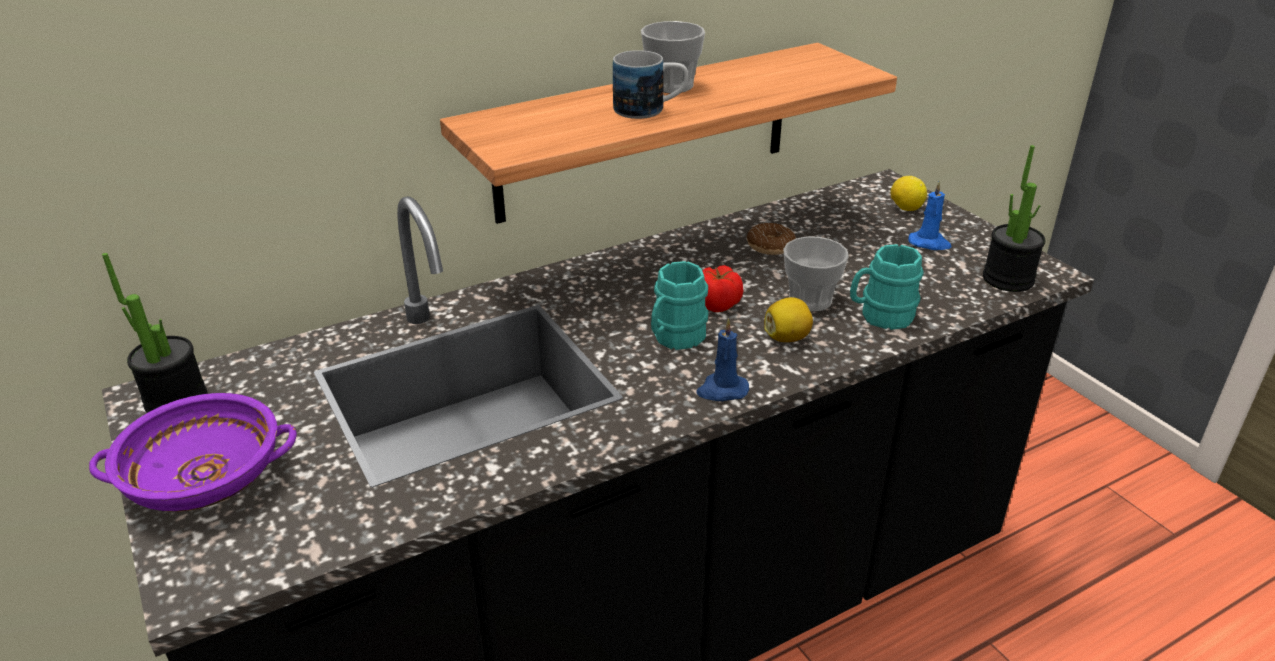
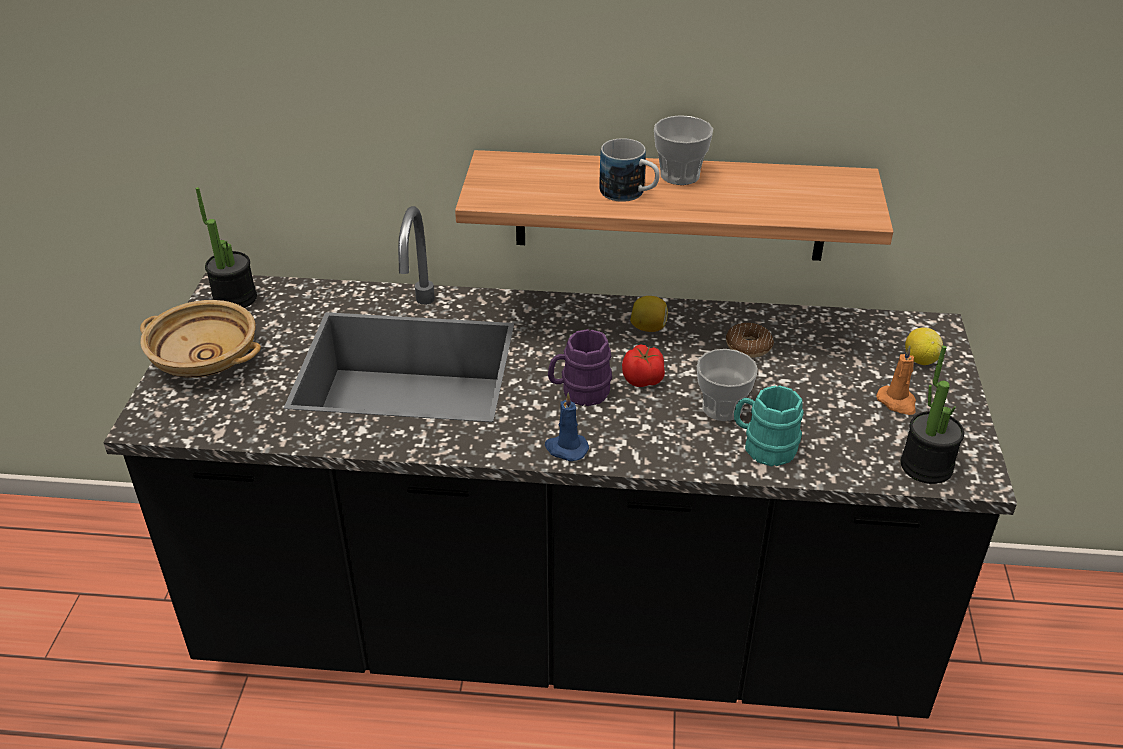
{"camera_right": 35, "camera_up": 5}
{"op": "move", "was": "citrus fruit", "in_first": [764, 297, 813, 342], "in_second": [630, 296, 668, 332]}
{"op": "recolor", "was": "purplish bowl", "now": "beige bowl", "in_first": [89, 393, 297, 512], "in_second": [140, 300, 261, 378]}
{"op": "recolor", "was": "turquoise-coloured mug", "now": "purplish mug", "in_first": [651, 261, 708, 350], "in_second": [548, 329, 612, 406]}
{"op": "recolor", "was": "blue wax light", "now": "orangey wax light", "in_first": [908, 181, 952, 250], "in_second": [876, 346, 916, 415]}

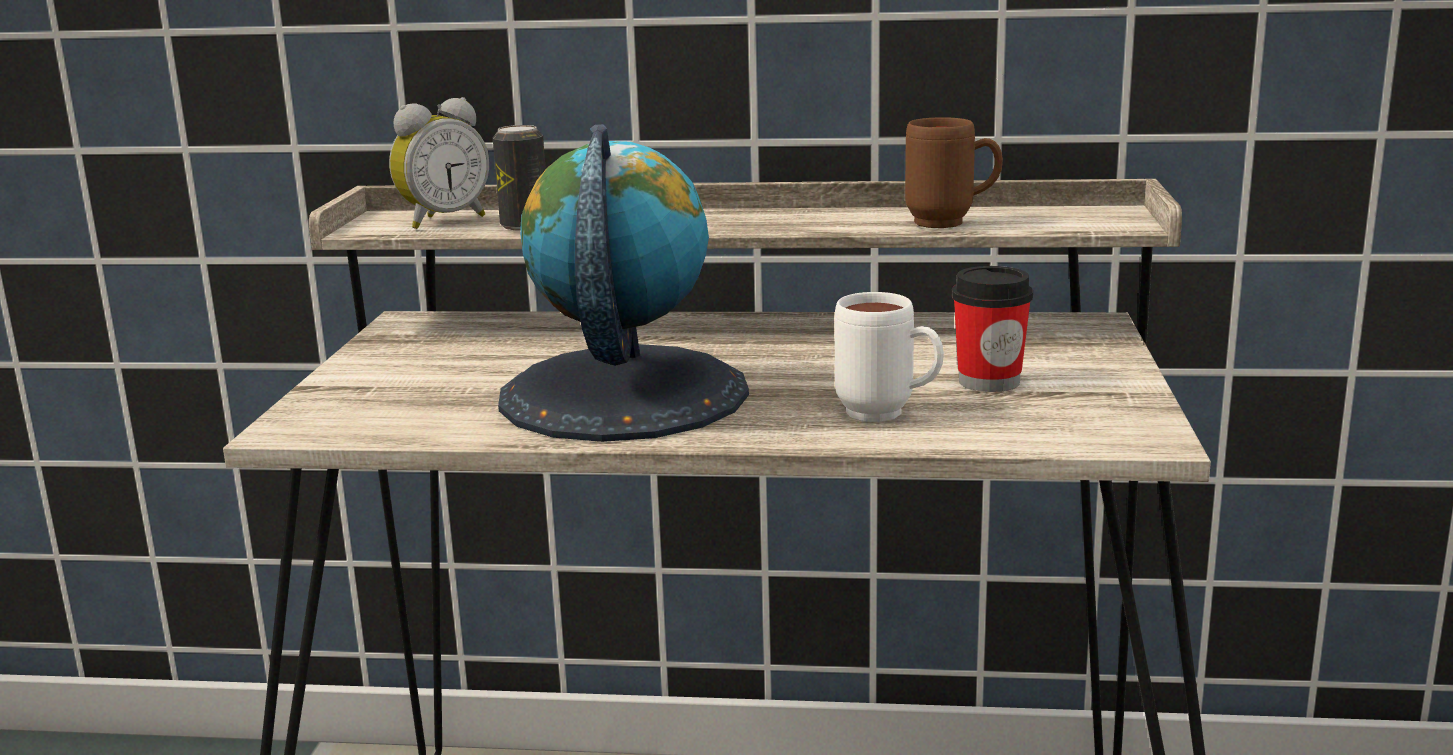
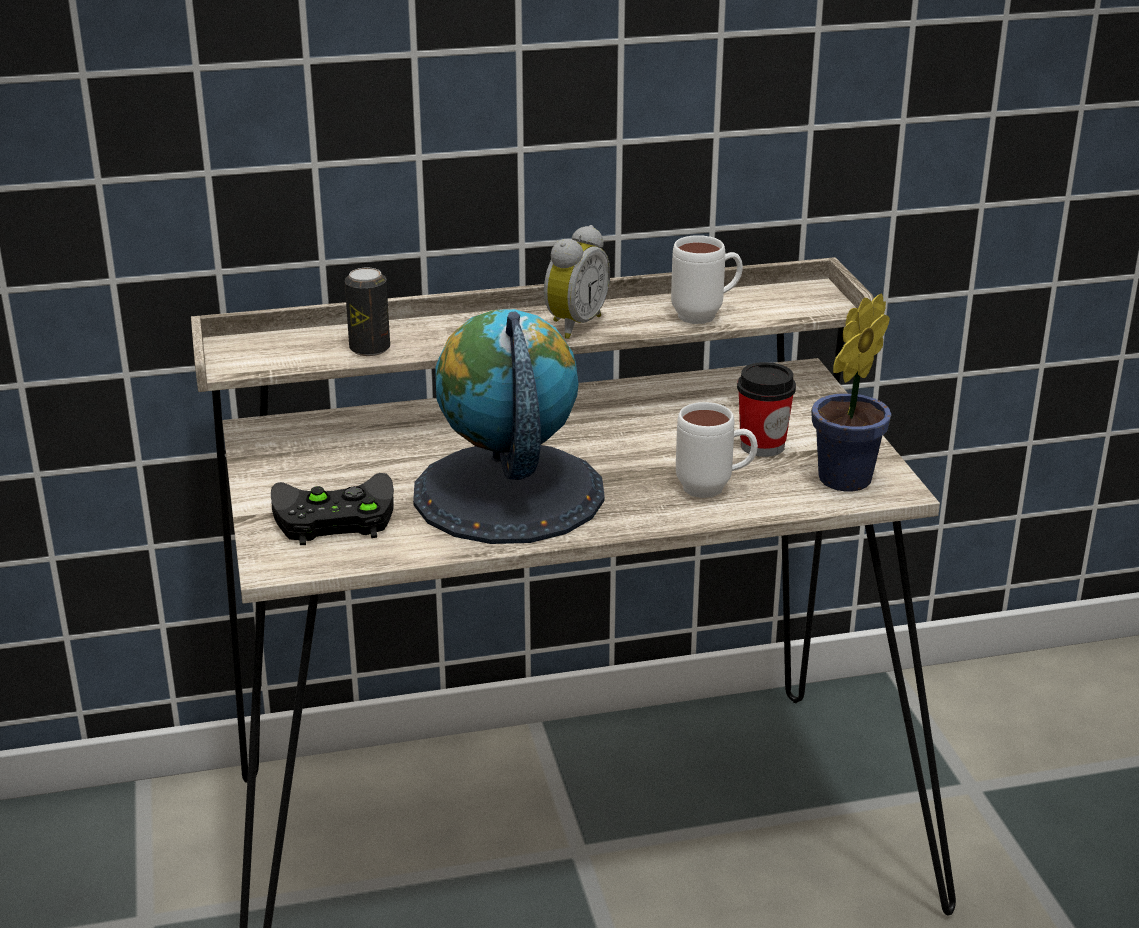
{"camera_right": -20, "camera_up": 10}
{"op": "insert", "now": "black gamepad", "in_second": [271, 473, 394, 545]}
{"op": "insert", "now": "plant in a pot", "in_second": [811, 293, 891, 491]}
{"op": "move", "was": "table clock", "in_first": [389, 97, 489, 229], "in_second": [544, 225, 610, 339]}
{"op": "recolor", "was": "brownish mug", "now": "white mug", "in_first": [905, 117, 1003, 228], "in_second": [671, 235, 743, 324]}

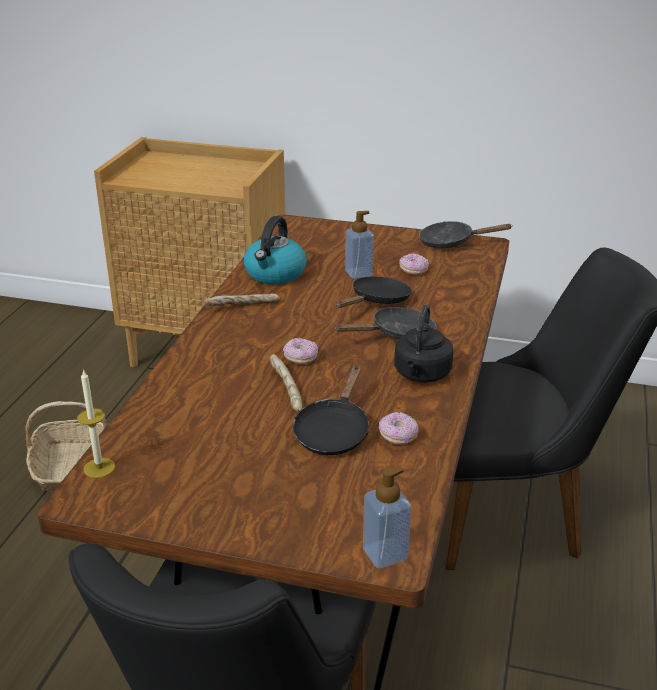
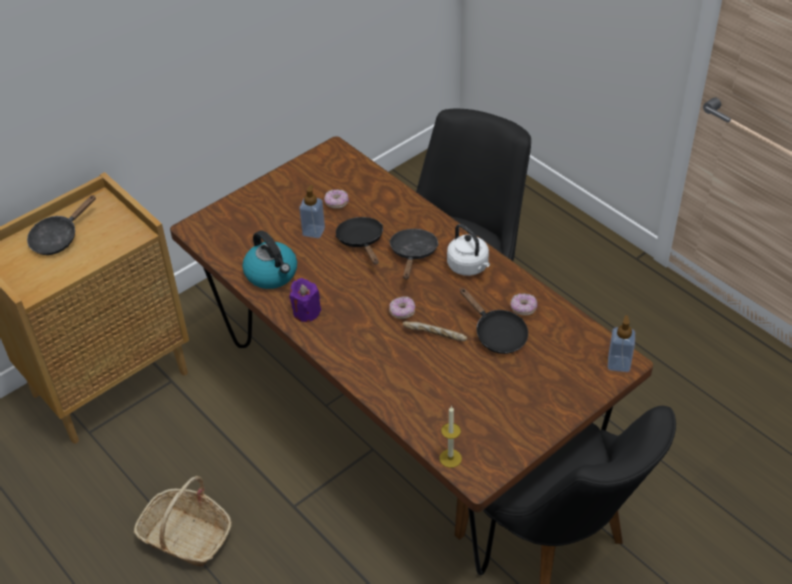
{"camera_right": -55, "camera_up": 15}
{"op": "move", "was": "black pan", "in_first": [419, 221, 511, 249], "in_second": [27, 195, 96, 255]}
{"op": "replace", "was": "baked bread", "now": "purplish wax light", "in_first": [204, 294, 280, 306], "in_second": [289, 278, 321, 322]}
{"op": "recolor", "was": "black water kettle", "now": "white water kettle", "in_first": [394, 305, 453, 383], "in_second": [447, 224, 490, 276]}

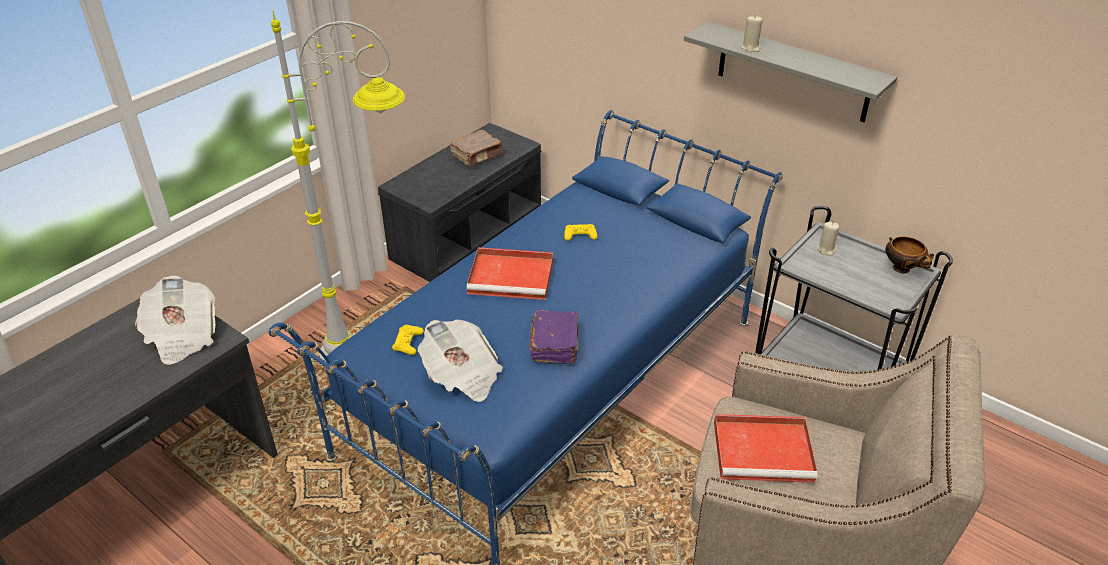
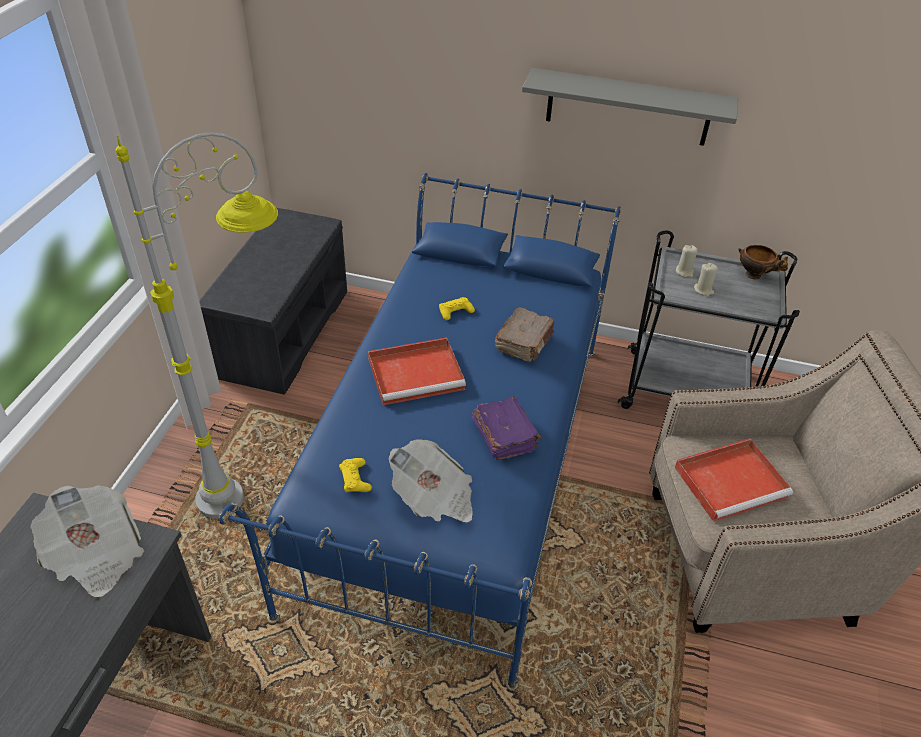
{"camera_right": -25, "camera_up": 5}
{"op": "move", "was": "brownish bound book", "in_first": [450, 130, 503, 166], "in_second": [495, 307, 554, 362]}
{"op": "move", "was": "beige wax light", "in_first": [741, 15, 763, 52], "in_second": [694, 263, 718, 296]}

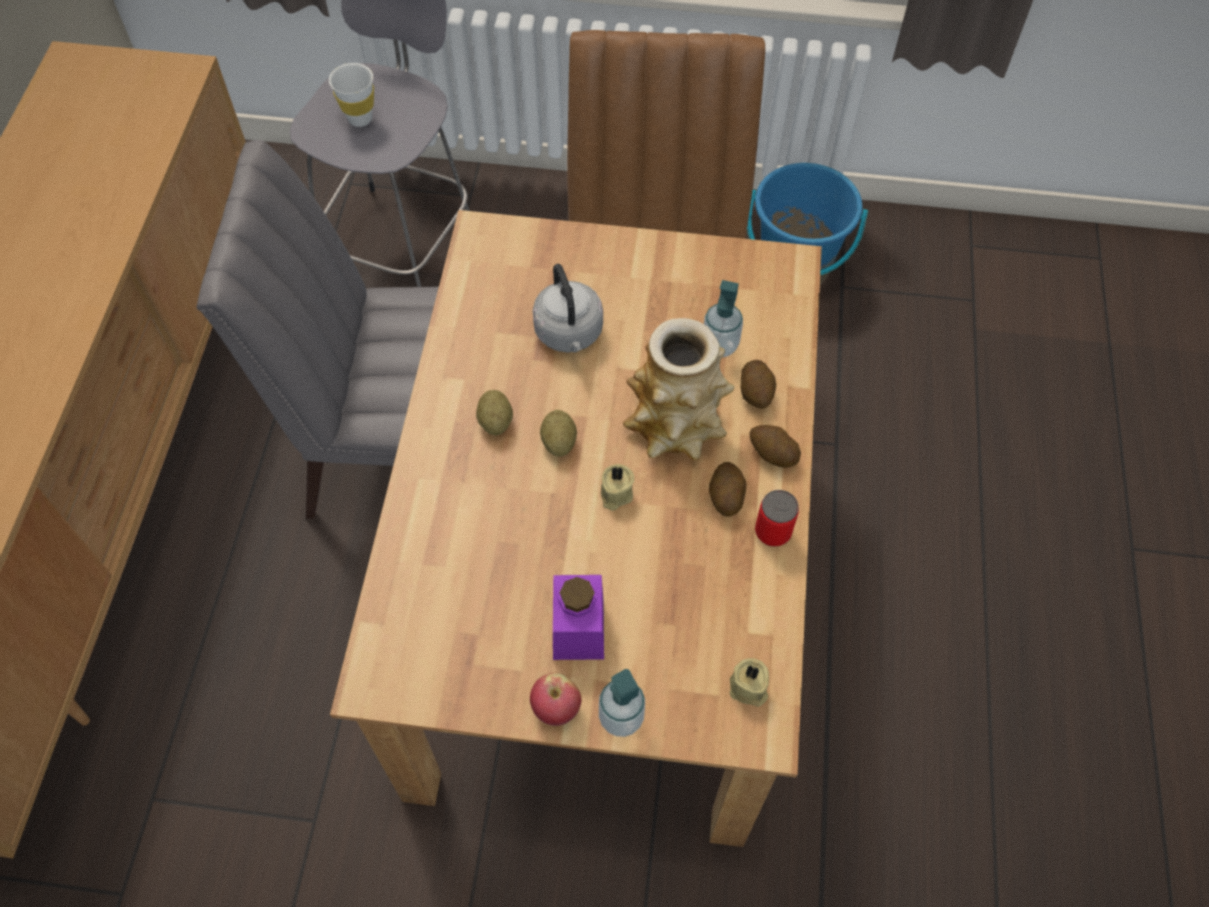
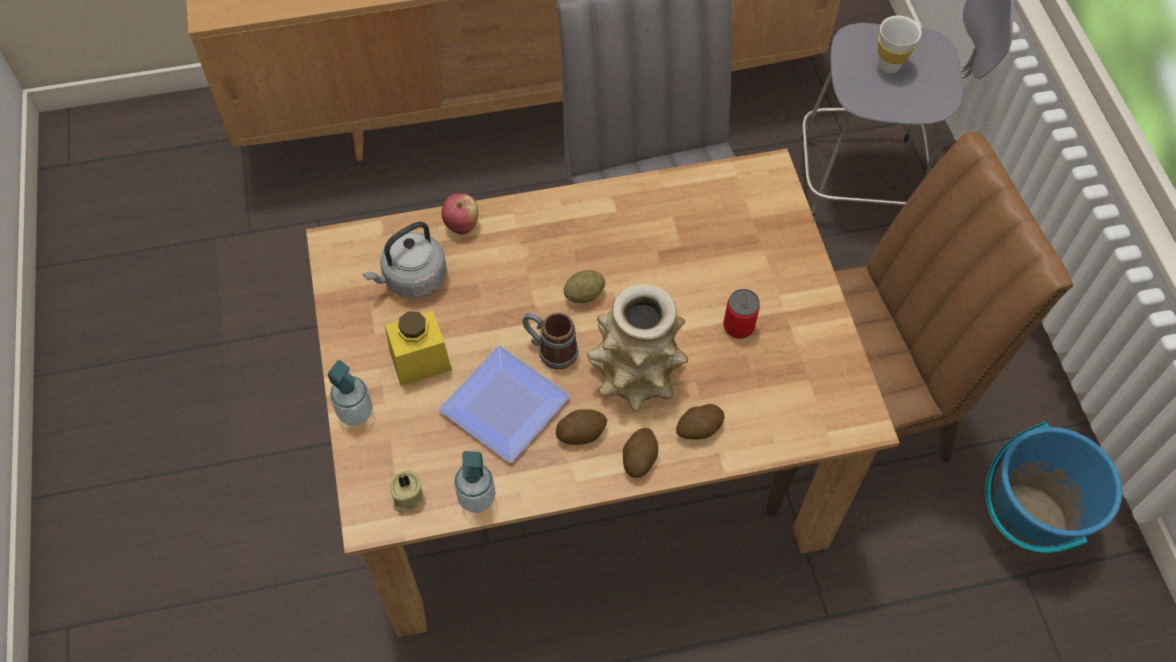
{"camera_right": 70, "camera_up": 0}
{"op": "delete", "was": "whole potato", "in_first": [476, 390, 513, 436]}
{"op": "insert", "now": "plate", "in_second": [439, 346, 570, 463]}
{"op": "move", "was": "whole apple", "in_first": [530, 673, 582, 726], "in_second": [442, 193, 478, 235]}
{"op": "move", "was": "grey water kettle", "in_first": [533, 264, 603, 352], "in_second": [363, 221, 447, 298]}
{"op": "move", "was": "liquid soap bottle", "in_first": [704, 280, 743, 357], "in_second": [454, 451, 495, 513]}
{"op": "move", "was": "metal can", "in_first": [755, 490, 799, 547], "in_second": [723, 289, 760, 339]}
{"op": "replace", "was": "beige wax light", "now": "mug", "in_first": [601, 464, 634, 510], "in_second": [522, 313, 579, 370]}
{"op": "recolor", "was": "purplish preserve jar", "now": "yellow preserve jar", "in_first": [553, 575, 604, 660], "in_second": [385, 310, 452, 386]}

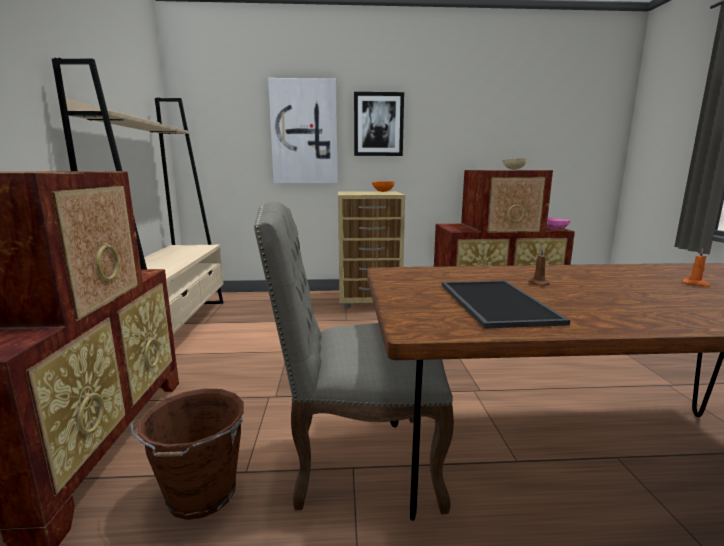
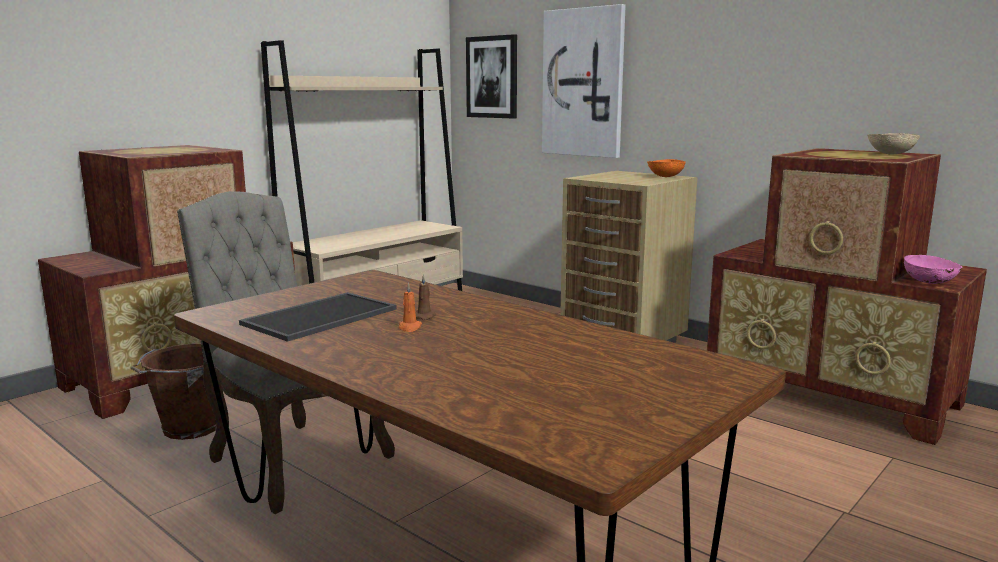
{"camera_right": 45, "camera_up": 0}
{"op": "move", "was": "wall picture", "in_first": [354, 92, 404, 156], "in_second": [466, 34, 517, 119]}
{"op": "move", "was": "orangey wax light", "in_first": [683, 248, 711, 287], "in_second": [399, 283, 422, 332]}

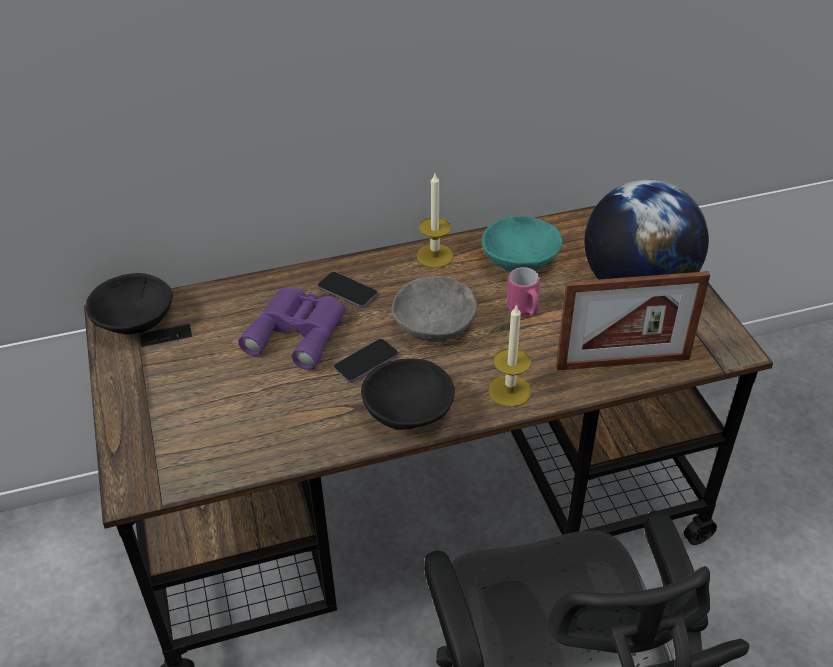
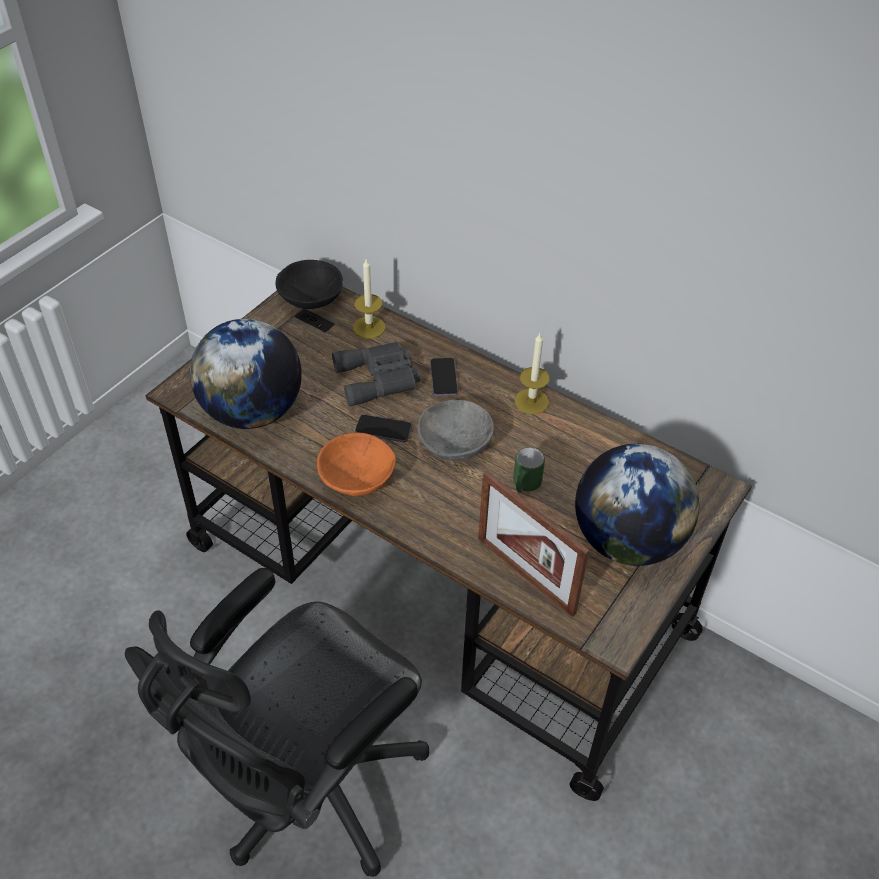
{"camera_right": 50, "camera_up": 5}
{"op": "delete", "was": "turquoise-coloured bowl", "in_first": [482, 216, 562, 271]}
{"op": "insert", "now": "globe", "in_second": [190, 319, 302, 429]}
{"op": "move", "was": "wax light", "in_first": [488, 304, 532, 407], "in_second": [353, 258, 386, 339]}
{"op": "recolor", "was": "purplish field glasses", "now": "grey field glasses", "in_first": [238, 288, 345, 370], "in_second": [332, 342, 420, 407]}
{"op": "recolor", "was": "black bowl", "now": "orangey bowl", "in_first": [361, 359, 455, 430], "in_second": [317, 433, 396, 496]}
{"op": "recolor", "was": "pink mug", "now": "green-coloured mug", "in_first": [507, 267, 540, 315], "in_second": [513, 447, 545, 493]}

